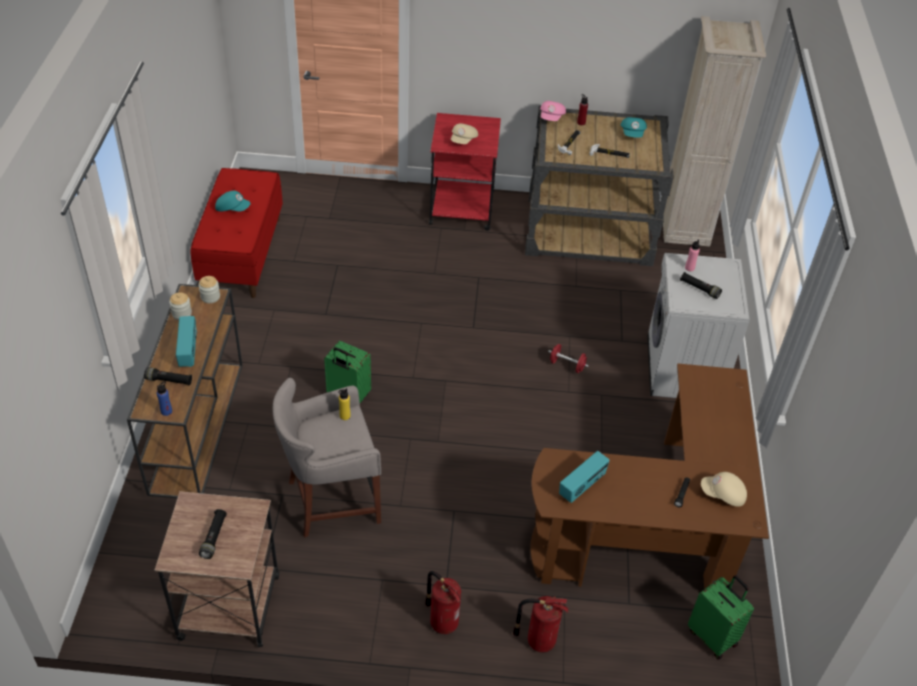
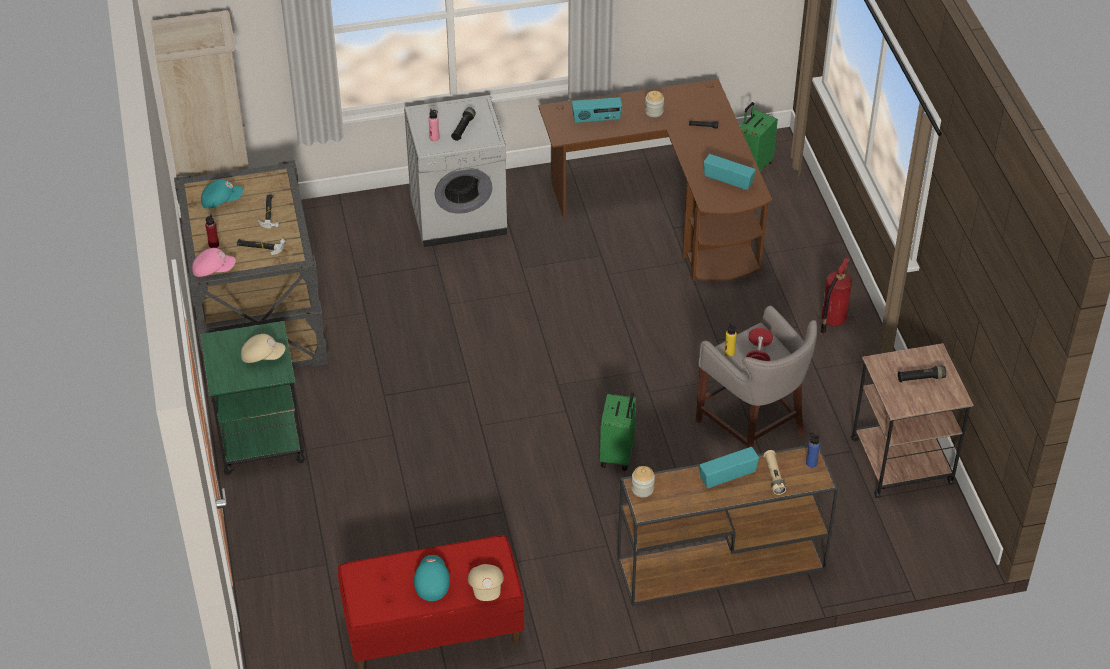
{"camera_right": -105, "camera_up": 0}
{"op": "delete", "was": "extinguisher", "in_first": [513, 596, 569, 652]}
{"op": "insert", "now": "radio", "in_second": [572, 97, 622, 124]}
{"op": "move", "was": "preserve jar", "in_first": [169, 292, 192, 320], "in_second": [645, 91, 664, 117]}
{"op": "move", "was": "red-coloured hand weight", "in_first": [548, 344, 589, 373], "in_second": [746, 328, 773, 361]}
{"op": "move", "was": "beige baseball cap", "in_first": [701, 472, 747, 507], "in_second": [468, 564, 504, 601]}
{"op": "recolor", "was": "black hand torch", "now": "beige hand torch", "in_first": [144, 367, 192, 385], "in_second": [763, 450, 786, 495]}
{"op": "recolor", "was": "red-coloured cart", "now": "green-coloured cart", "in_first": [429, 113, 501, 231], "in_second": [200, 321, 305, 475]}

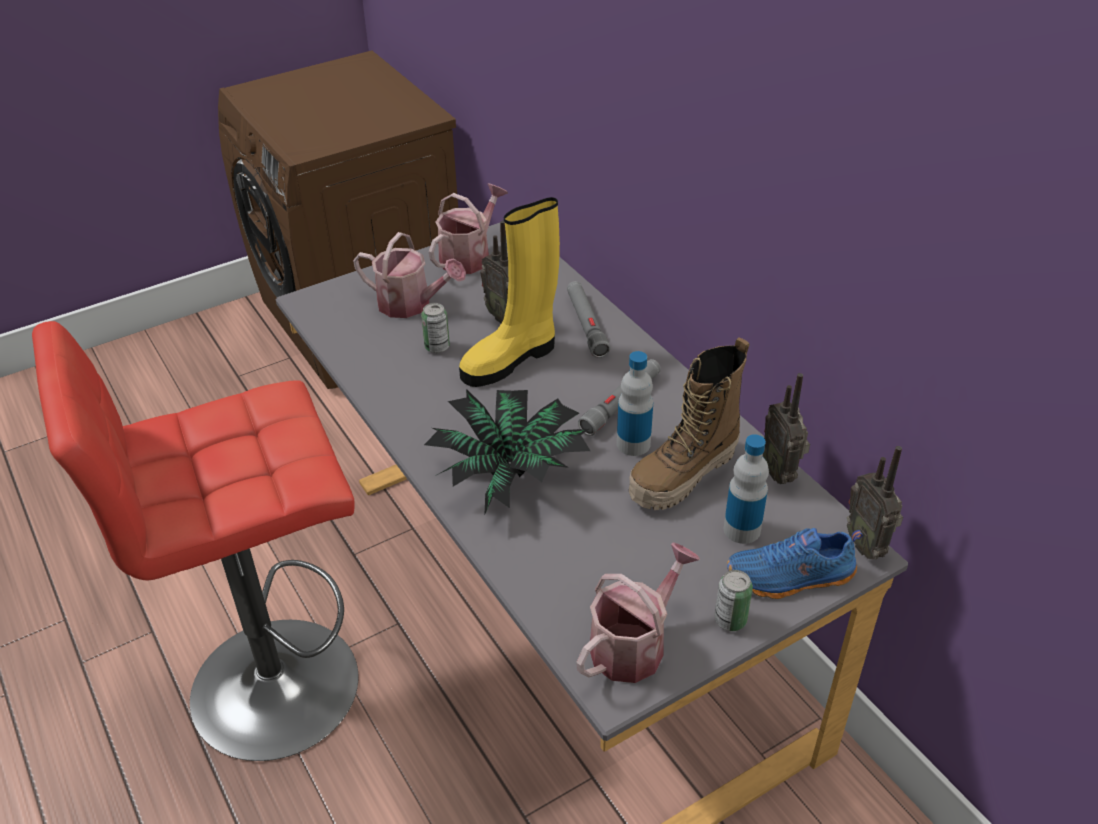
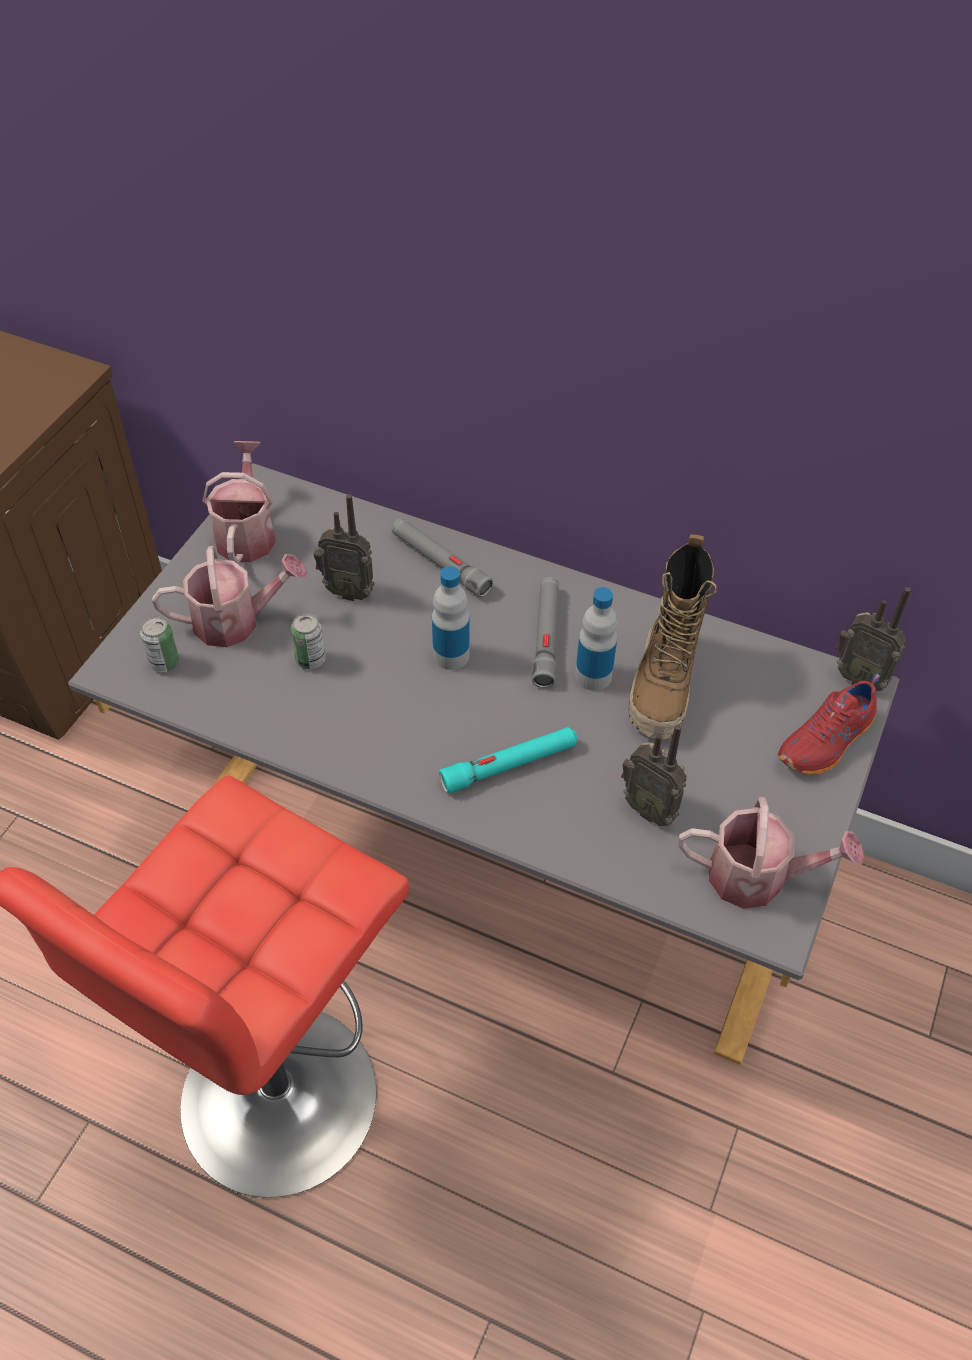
{"camera_right": -35, "camera_up": 10}
{"op": "delete", "was": "yellow boot", "in_first": [459, 197, 560, 387]}
{"op": "move", "was": "metal can", "in_first": [714, 570, 753, 631], "in_second": [140, 616, 179, 673]}
{"op": "move", "was": "bottle", "in_first": [724, 434, 769, 544], "in_second": [432, 566, 469, 670]}
{"op": "move", "was": "radio", "in_first": [763, 373, 810, 484], "in_second": [621, 724, 687, 826]}
{"op": "replace", "was": "plant in a pot", "now": "turquoise-coloured hand torch", "in_first": [424, 389, 590, 516], "in_second": [439, 727, 578, 794]}
{"op": "recolor", "was": "blue shoe", "now": "red-coloured shoe", "in_first": [727, 528, 863, 599], "in_second": [777, 673, 881, 775]}
{"op": "rotate", "was": "watering can", "in_first": [576, 543, 700, 683], "in_second": [678, 797, 864, 909], "clockwise": 90}

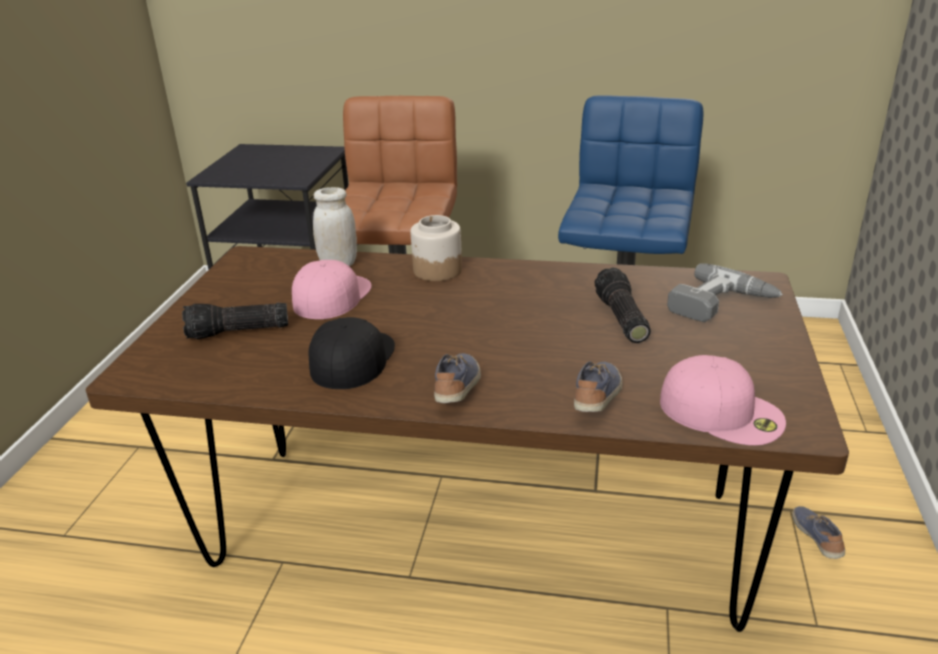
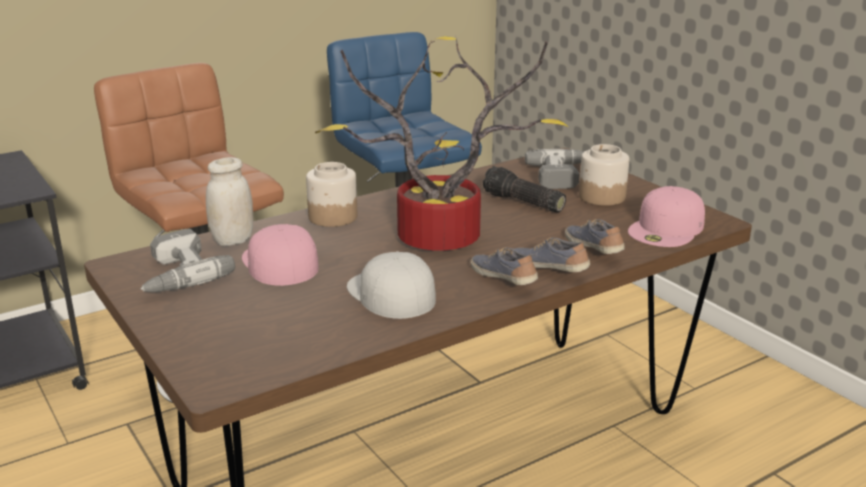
{"camera_right": -45, "camera_up": -5}
{"op": "delete", "was": "hand torch", "in_first": [182, 303, 288, 339]}
{"op": "insert", "now": "drill", "in_second": [140, 229, 235, 292]}
{"op": "insert", "now": "plant in a pot", "in_second": [315, 36, 568, 251]}
{"op": "insert", "now": "preserve jar", "in_second": [579, 144, 629, 206]}
{"op": "move", "was": "shoe", "in_first": [792, 506, 845, 559], "in_second": [515, 238, 590, 272]}
{"op": "recolor", "was": "black baseball cap", "now": "white baseball cap", "in_first": [309, 317, 395, 389], "in_second": [347, 251, 436, 319]}
{"op": "rotate", "was": "pink baseball cap", "in_first": [660, 355, 786, 446], "in_second": [628, 186, 705, 247], "clockwise": 135}

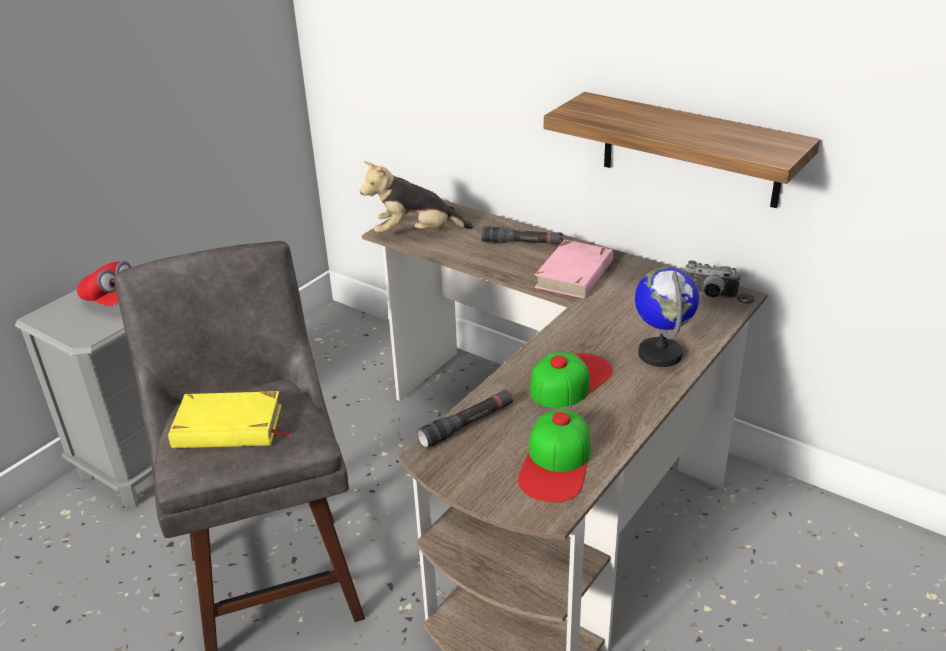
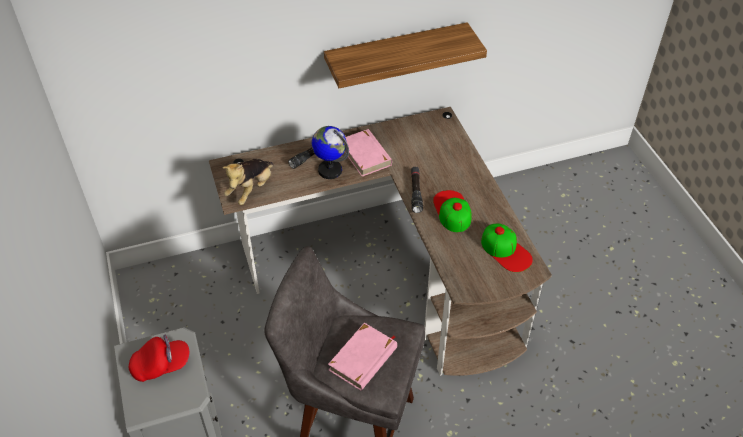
{"camera_right": -55, "camera_up": 15}
{"op": "delete", "was": "photo camera", "in_first": [685, 260, 740, 299]}
{"op": "move", "was": "black hand torch", "in_first": [417, 389, 514, 448], "in_second": [411, 167, 423, 213]}
{"op": "move", "was": "globe", "in_first": [635, 267, 699, 367], "in_second": [312, 126, 349, 179]}
{"op": "recolor", "was": "yellow bound book", "now": "pink bound book", "in_first": [168, 391, 291, 448], "in_second": [328, 323, 397, 391]}

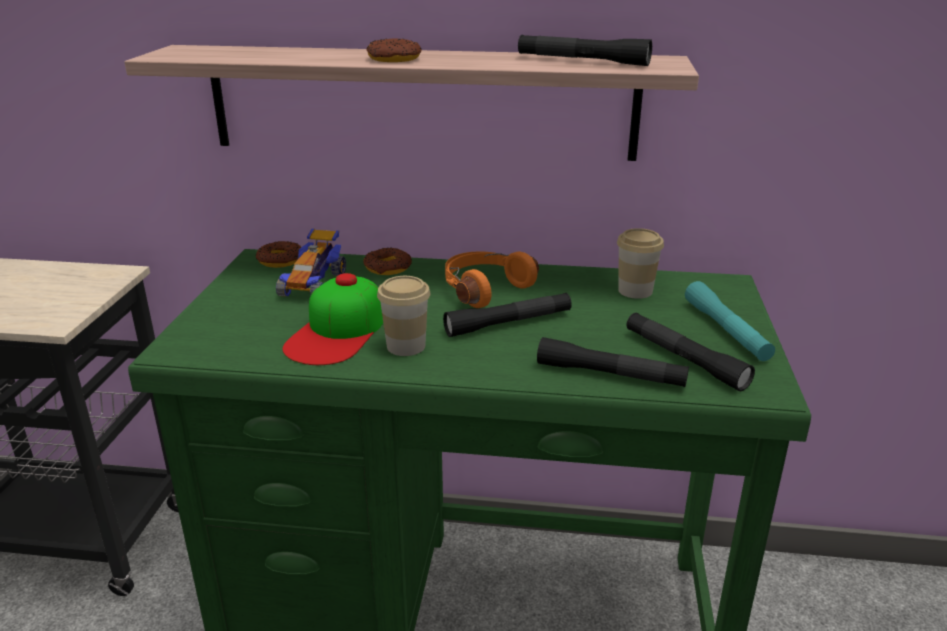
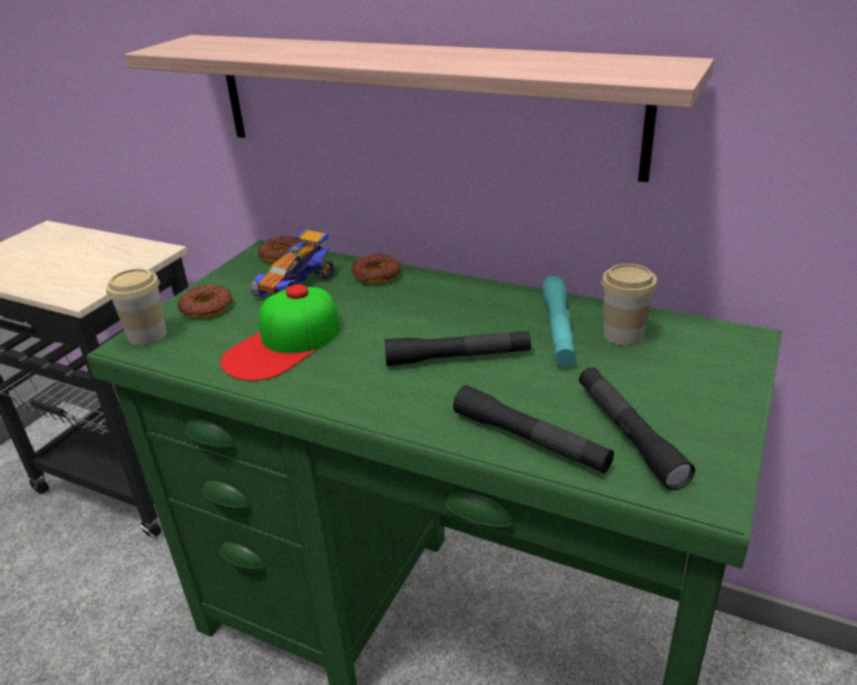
{"camera_right": 20, "camera_up": 5}
{"op": "delete", "was": "orangey headset", "in_first": [445, 251, 539, 308]}
{"op": "delete", "was": "black hand torch", "in_first": [518, 35, 652, 66]}
{"op": "move", "was": "ring doughnut", "in_first": [367, 39, 422, 62], "in_second": [178, 285, 232, 318]}
{"op": "move", "was": "cup", "in_first": [377, 276, 430, 356], "in_second": [106, 268, 167, 346]}
{"op": "move", "was": "turquoise-coloured hand torch", "in_first": [685, 281, 775, 361], "in_second": [542, 276, 576, 366]}

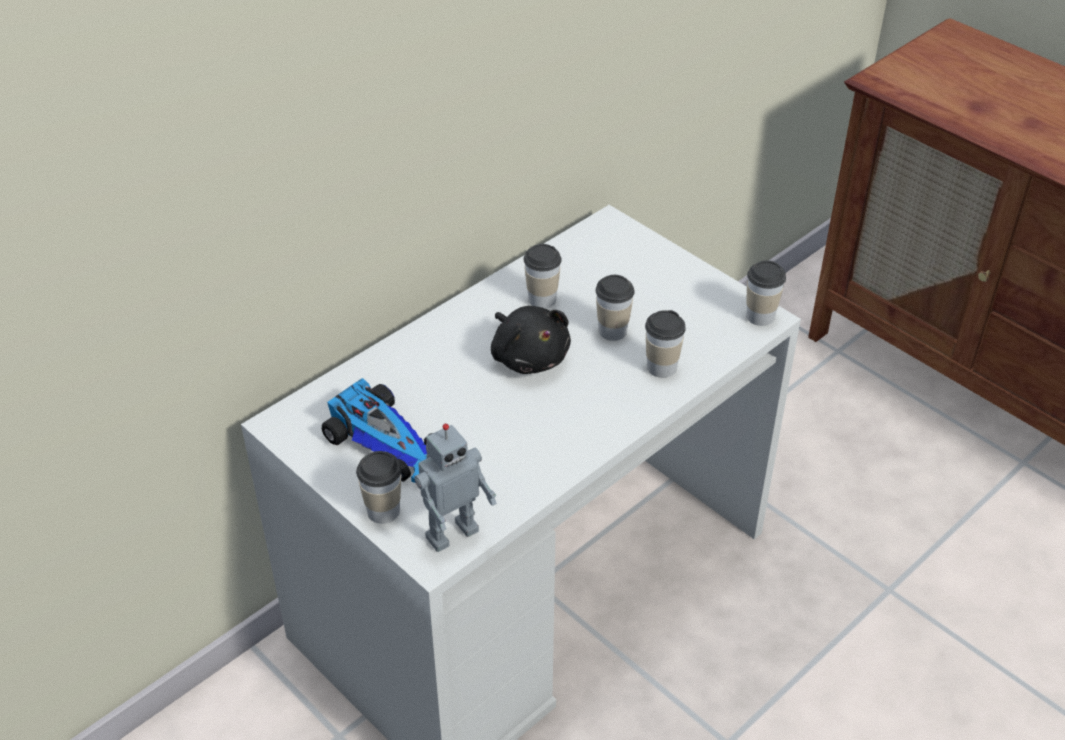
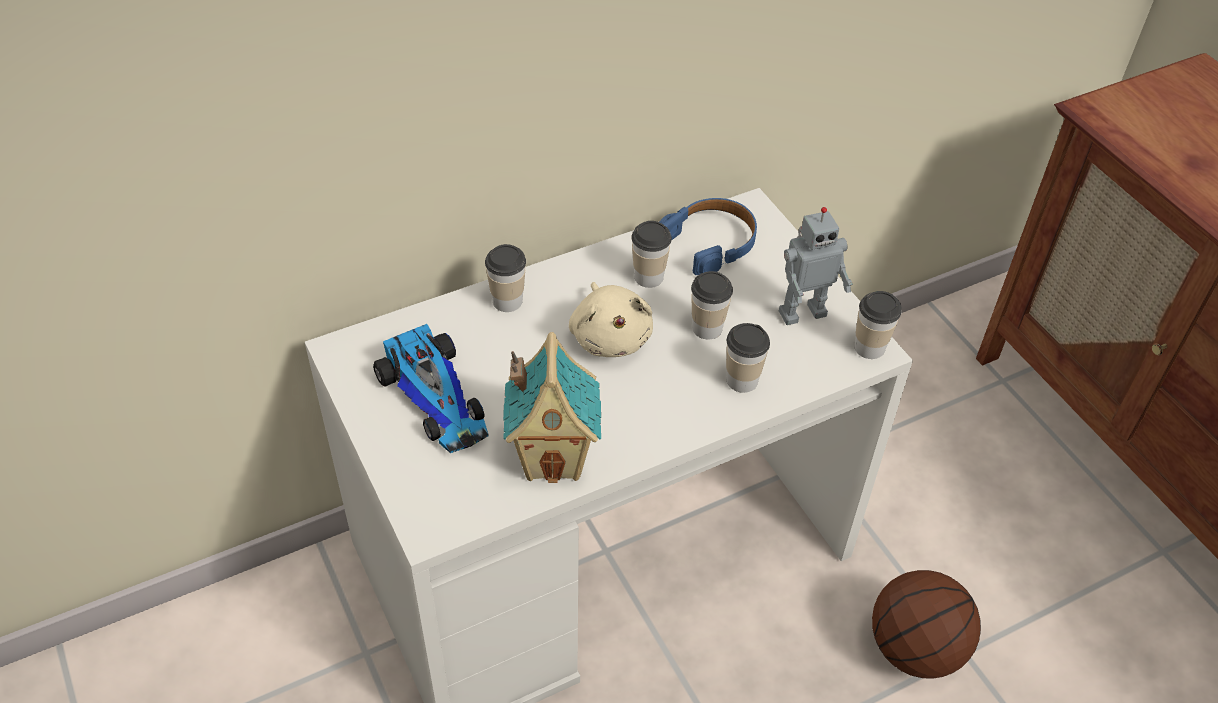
{"camera_right": 15, "camera_up": 5}
{"op": "insert", "now": "toy house", "in_second": [503, 332, 601, 483]}
{"op": "insert", "now": "blue headset", "in_second": [660, 198, 757, 275]}
{"op": "insert", "now": "ball for basketball", "in_second": [872, 570, 981, 679]}
{"op": "move", "was": "cup", "in_first": [356, 451, 401, 524], "in_second": [485, 244, 526, 312]}
{"op": "move", "was": "model robot", "in_first": [414, 424, 497, 552], "in_second": [779, 207, 853, 325]}
{"op": "recolor", "was": "black plush toy", "now": "beige plush toy", "in_first": [491, 306, 571, 374], "in_second": [569, 282, 653, 357]}

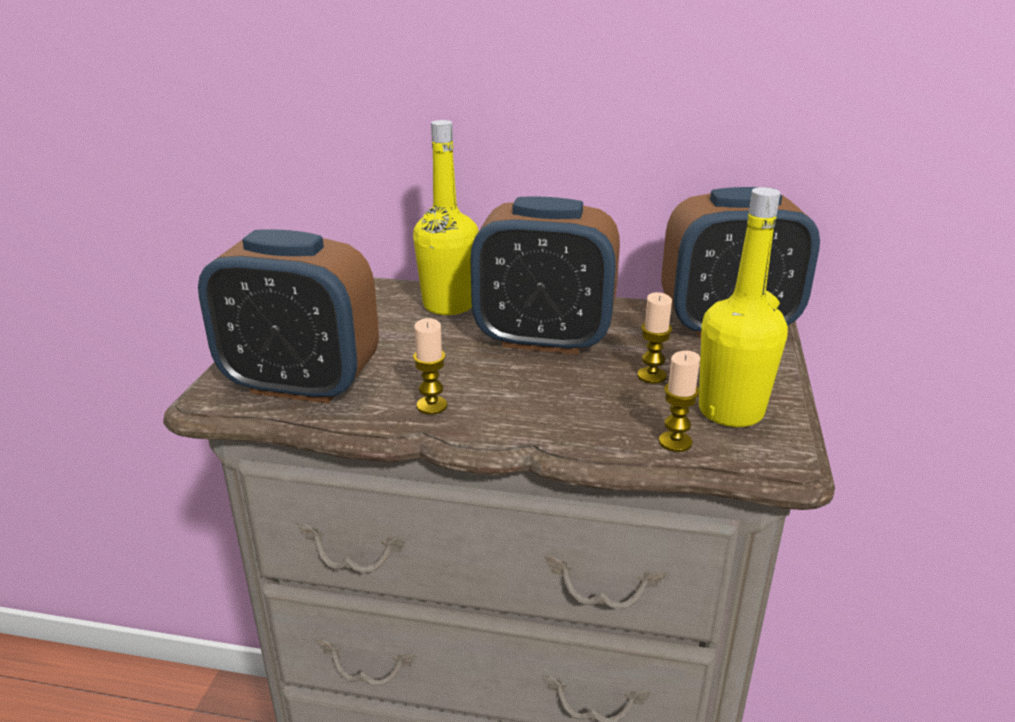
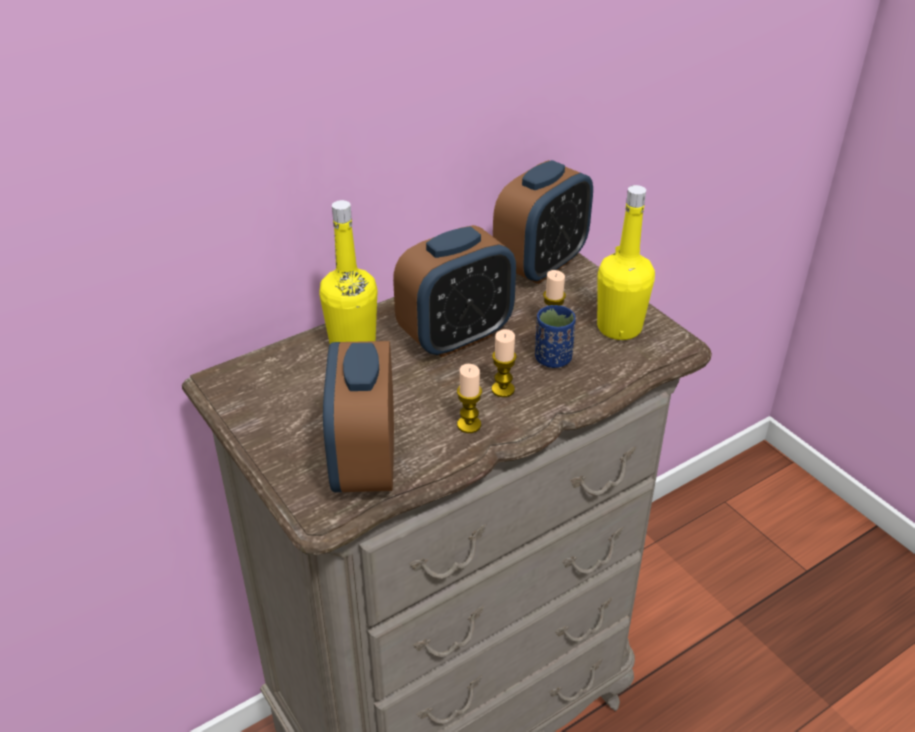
{"camera_right": -45, "camera_up": 10}
{"op": "insert", "now": "blue cup", "in_second": [535, 305, 576, 368]}
{"op": "move", "was": "wax light", "in_first": [659, 350, 700, 452], "in_second": [491, 329, 517, 397]}
{"op": "rotate", "was": "table clock", "in_first": [198, 229, 379, 404], "in_second": [323, 341, 394, 492], "clockwise": 120}

